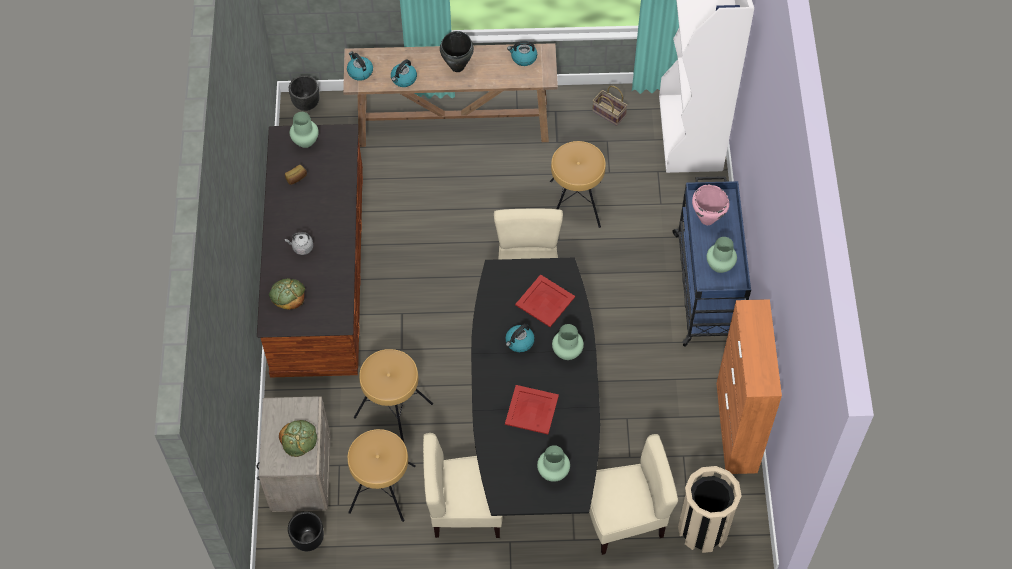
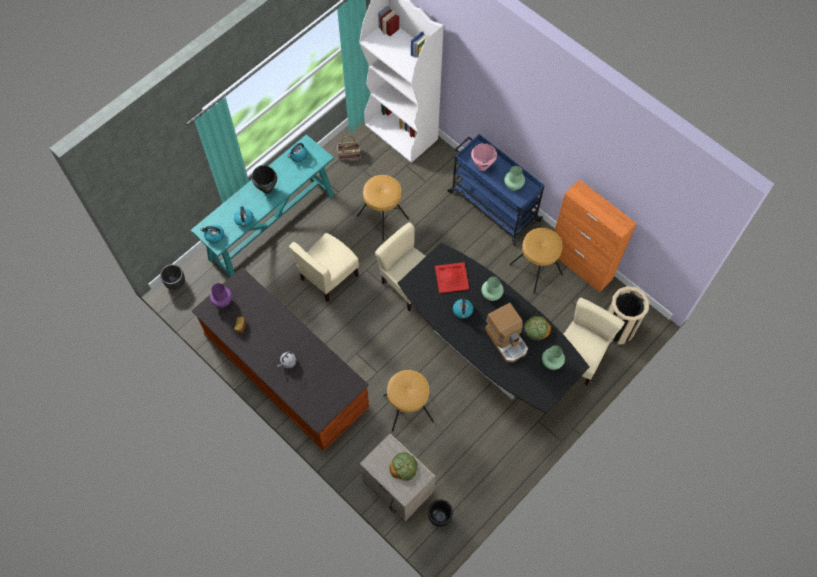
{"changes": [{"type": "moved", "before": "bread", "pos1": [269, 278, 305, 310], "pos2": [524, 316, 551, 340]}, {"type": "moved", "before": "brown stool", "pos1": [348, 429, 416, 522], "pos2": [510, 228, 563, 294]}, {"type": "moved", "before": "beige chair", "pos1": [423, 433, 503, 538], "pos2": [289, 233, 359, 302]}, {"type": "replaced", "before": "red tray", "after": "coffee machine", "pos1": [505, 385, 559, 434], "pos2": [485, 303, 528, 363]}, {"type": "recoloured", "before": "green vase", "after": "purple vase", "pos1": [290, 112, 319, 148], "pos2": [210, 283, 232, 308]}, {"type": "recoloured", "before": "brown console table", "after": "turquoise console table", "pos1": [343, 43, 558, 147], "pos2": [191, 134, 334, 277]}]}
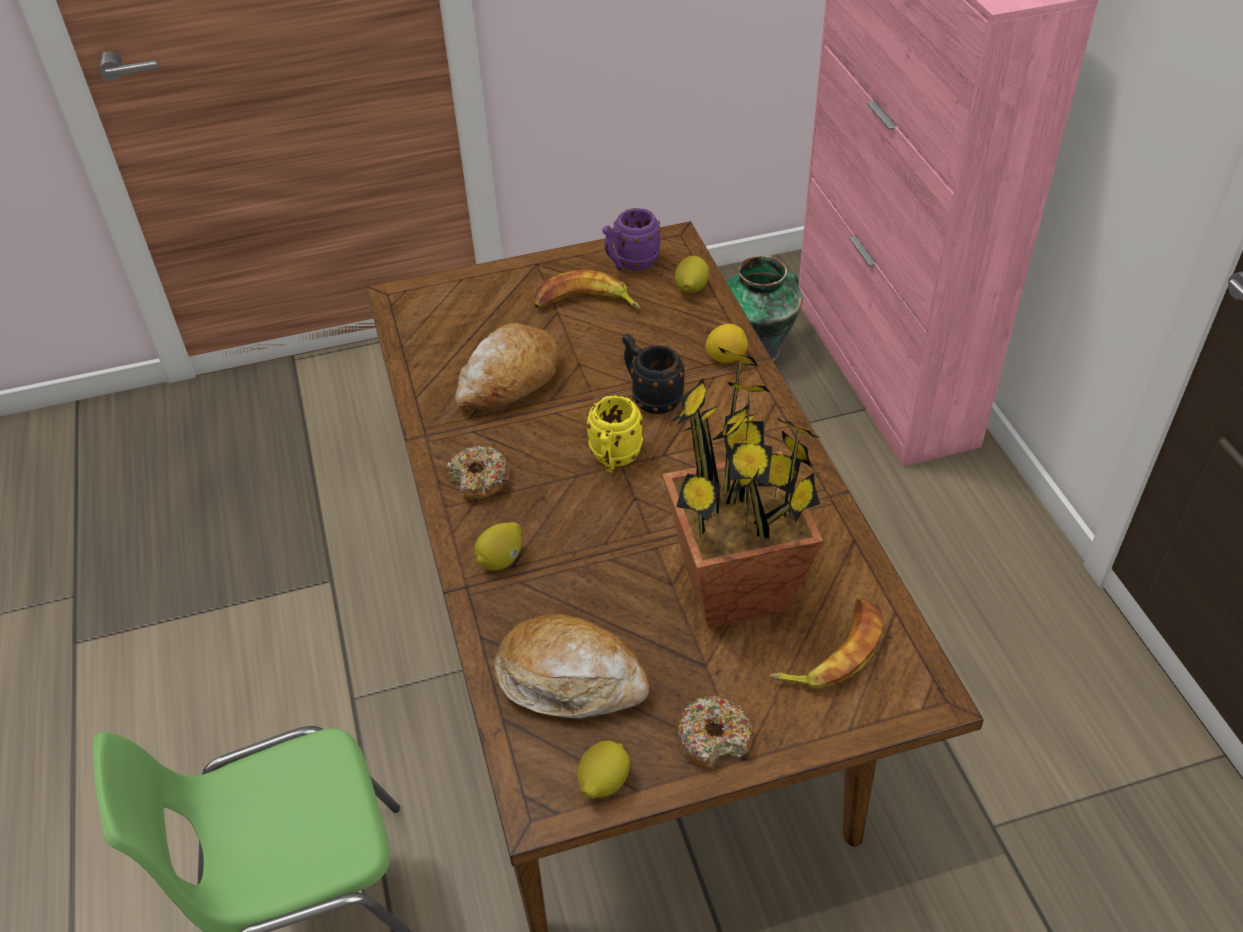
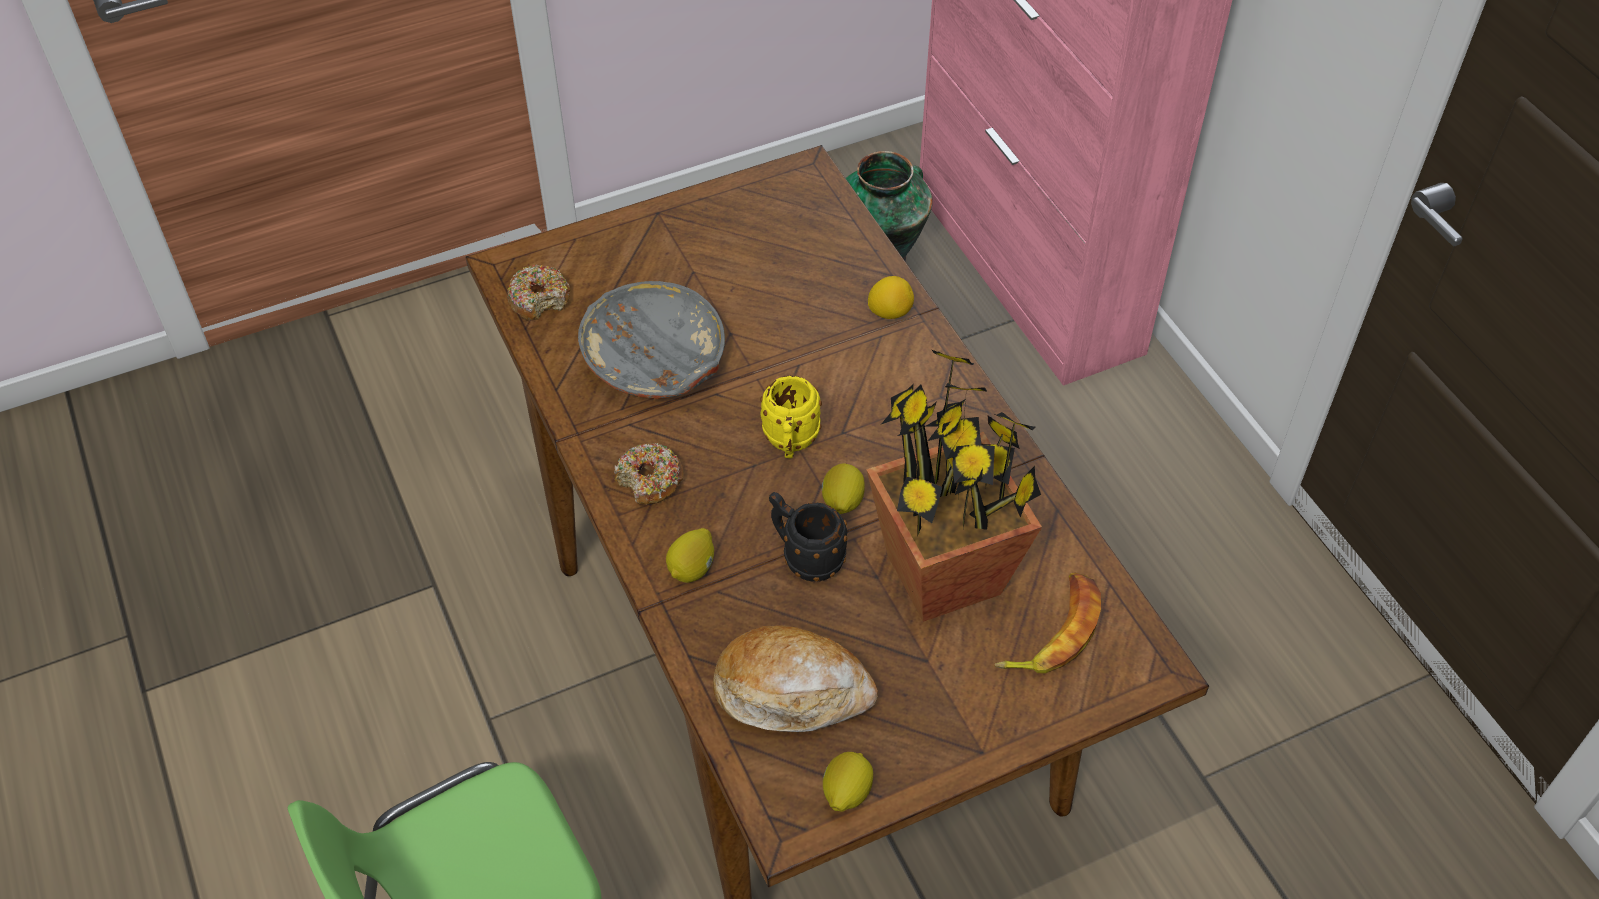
{"changes": [{"type": "removed", "before": "banana", "pos1": [534, 270, 640, 309]}, {"type": "removed", "before": "purple mug", "pos1": [602, 208, 660, 270]}, {"type": "moved", "before": "black mug", "pos1": [622, 334, 685, 414], "pos2": [769, 492, 847, 581]}, {"type": "moved", "before": "lemon", "pos1": [675, 256, 709, 293], "pos2": [822, 463, 865, 514]}, {"type": "moved", "before": "donut", "pos1": [675, 696, 753, 769], "pos2": [507, 264, 570, 321]}, {"type": "replaced", "before": "bread", "after": "grey bowl", "pos1": [455, 323, 559, 411], "pos2": [578, 281, 725, 399]}]}
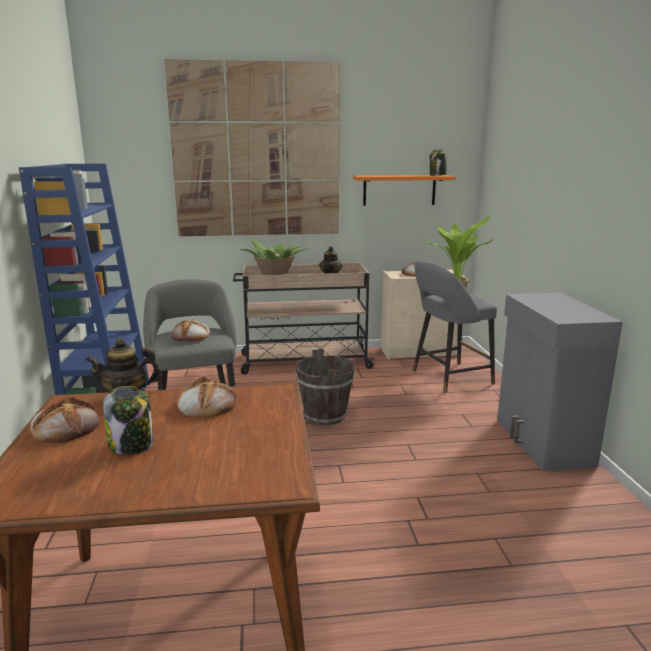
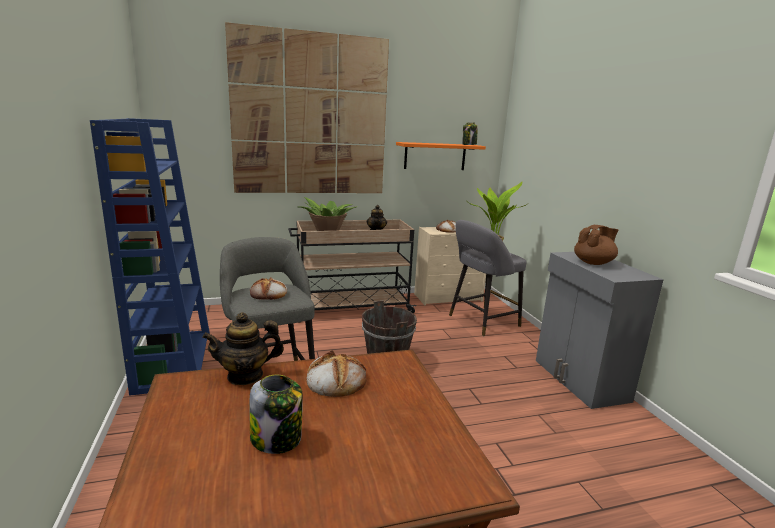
{"changes": [{"type": "removed", "before": "bread", "pos1": [30, 397, 99, 443]}, {"type": "added", "after": "brown teapot", "pos2": [574, 225, 618, 265]}]}
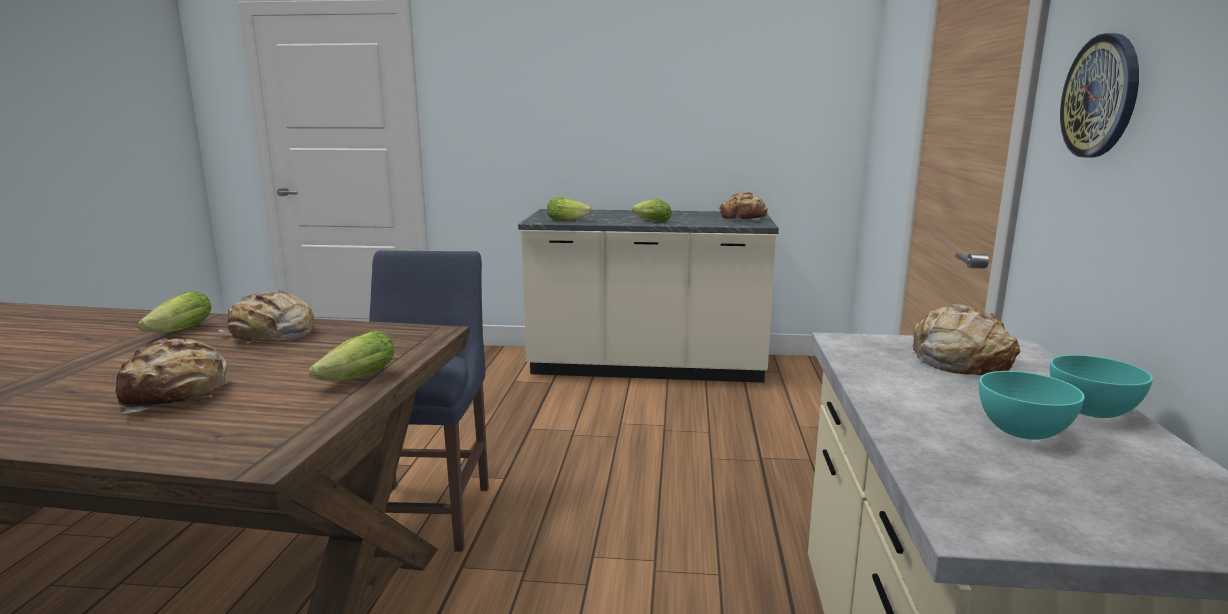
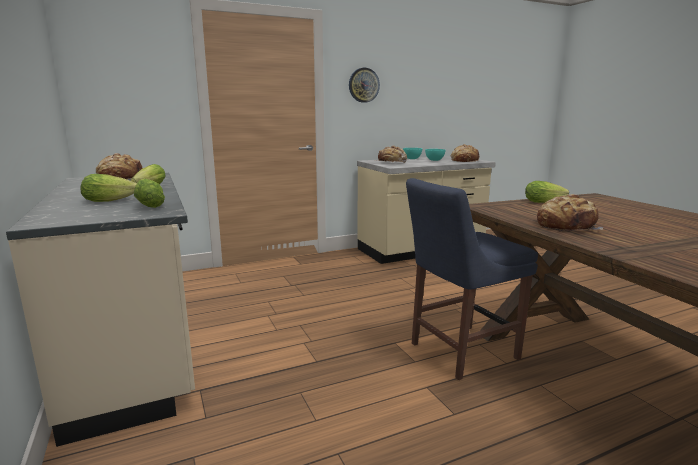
{"changes": [{"type": "moved", "before": "bread", "pos1": [116, 338, 228, 413], "pos2": [451, 144, 479, 162]}, {"type": "moved", "before": "lettuce", "pos1": [138, 291, 211, 333], "pos2": [80, 174, 137, 202]}]}
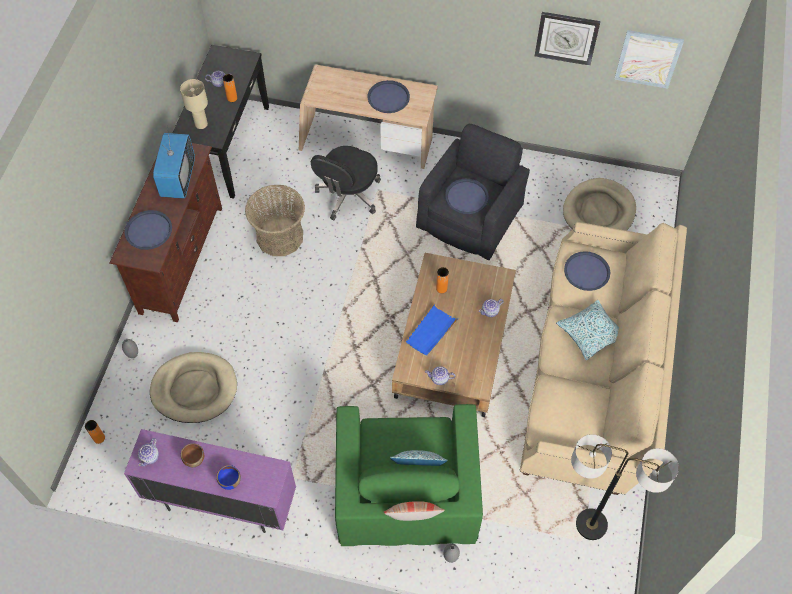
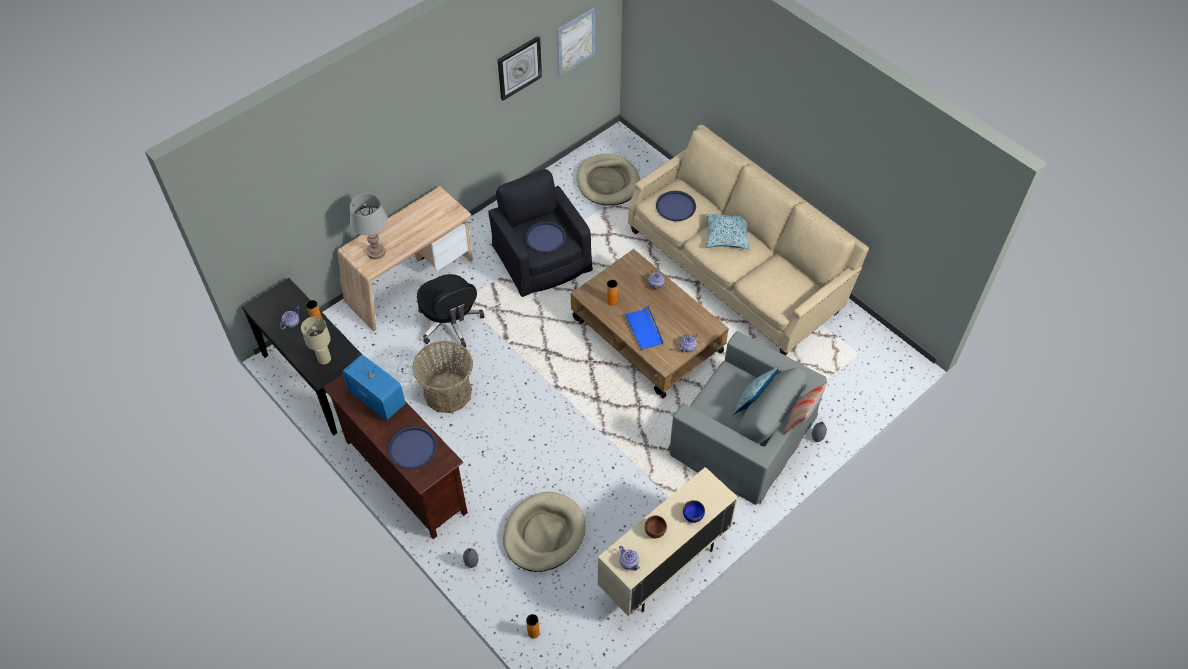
{"changes": [{"type": "removed", "before": "blue tray", "pos1": [368, 80, 410, 113]}, {"type": "removed", "before": "floor lamp", "pos1": [571, 434, 679, 540]}, {"type": "added", "after": "grey table lamp", "pos2": [350, 194, 388, 260]}, {"type": "recoloured", "before": "purple cabinet", "after": "beige cabinet", "pos1": [124, 429, 296, 533], "pos2": [598, 467, 738, 617]}, {"type": "recoloured", "before": "green armchair", "after": "grey armchair", "pos1": [335, 404, 483, 546], "pos2": [668, 331, 827, 505]}]}
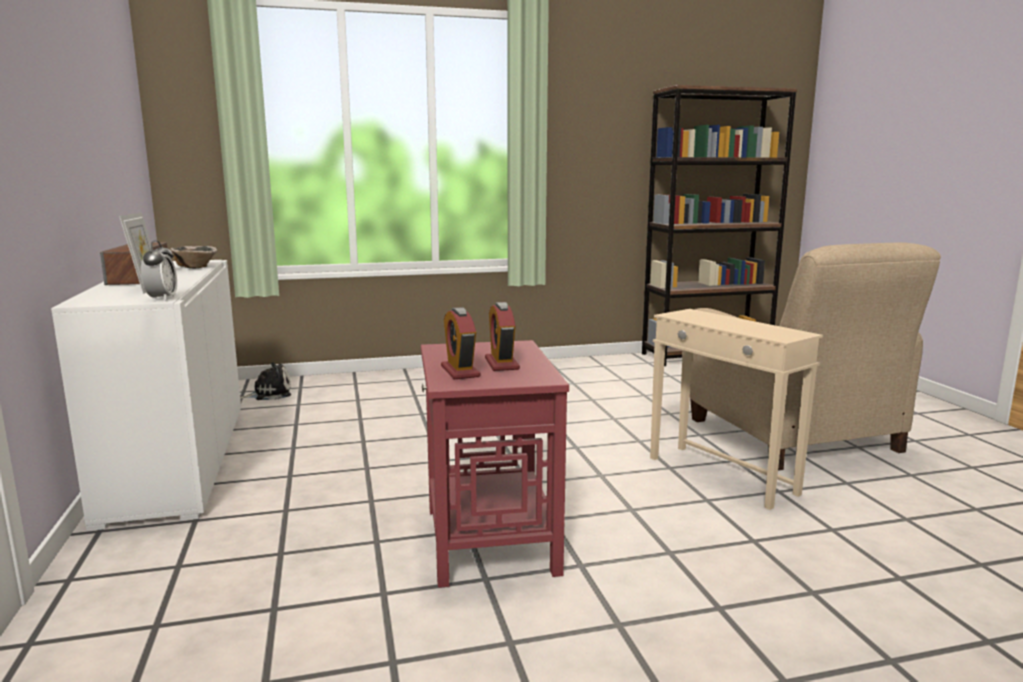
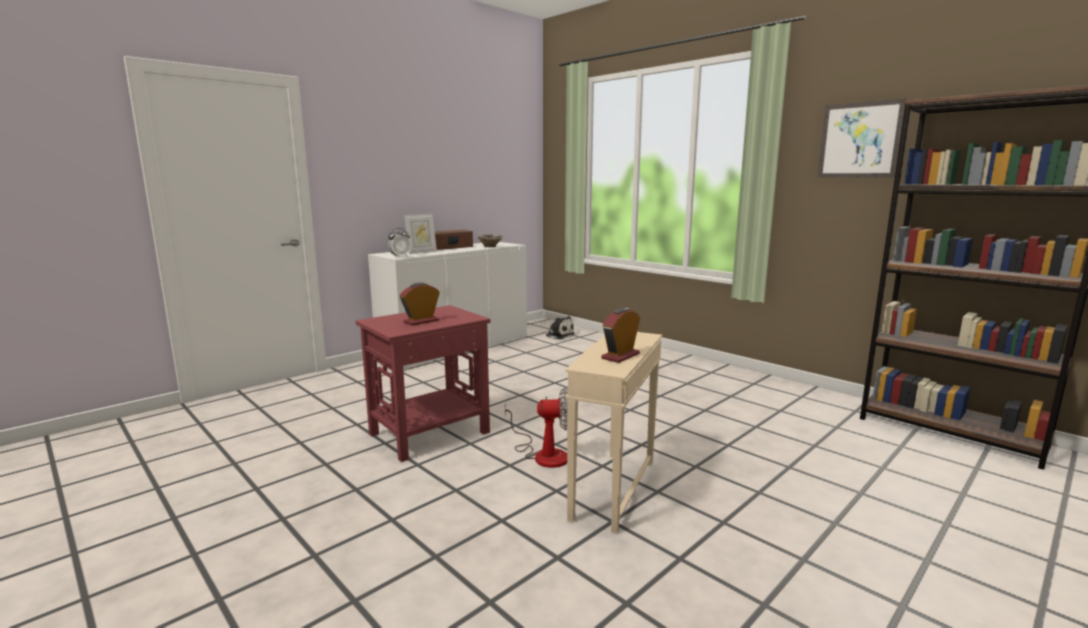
{"changes": [{"type": "removed", "before": "beige armchair", "pos1": [690, 242, 941, 470]}, {"type": "added", "after": "fan", "pos2": [505, 387, 568, 468]}, {"type": "added", "after": "picture", "pos2": [817, 98, 907, 177]}, {"type": "moved", "before": "alarm clock", "pos1": [441, 307, 481, 379], "pos2": [601, 307, 640, 363]}]}
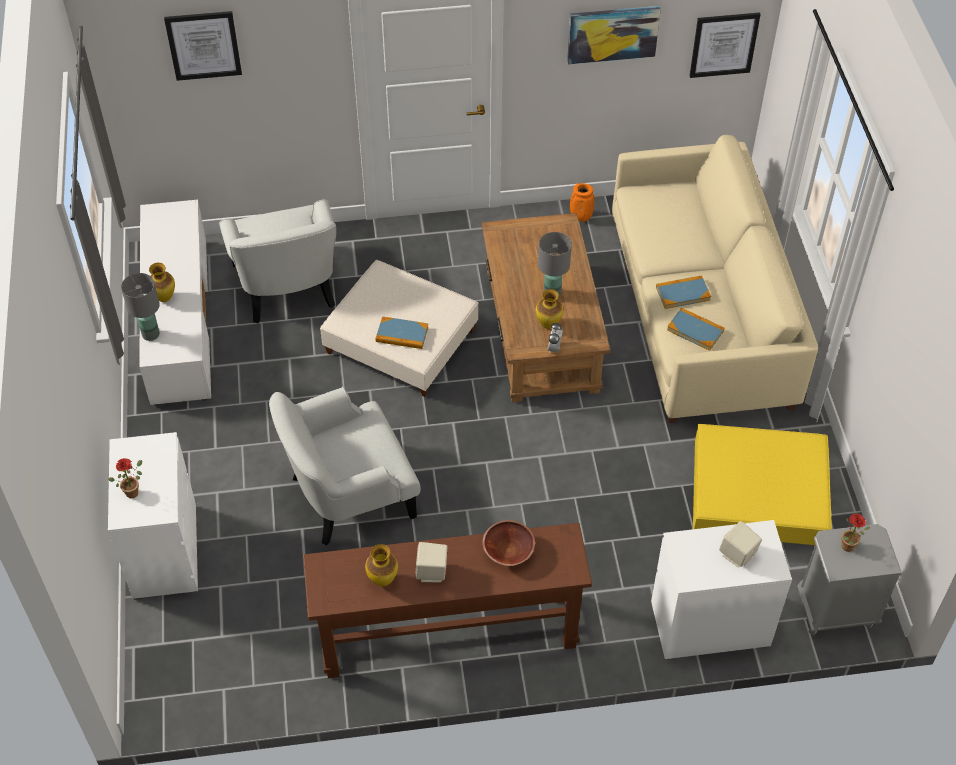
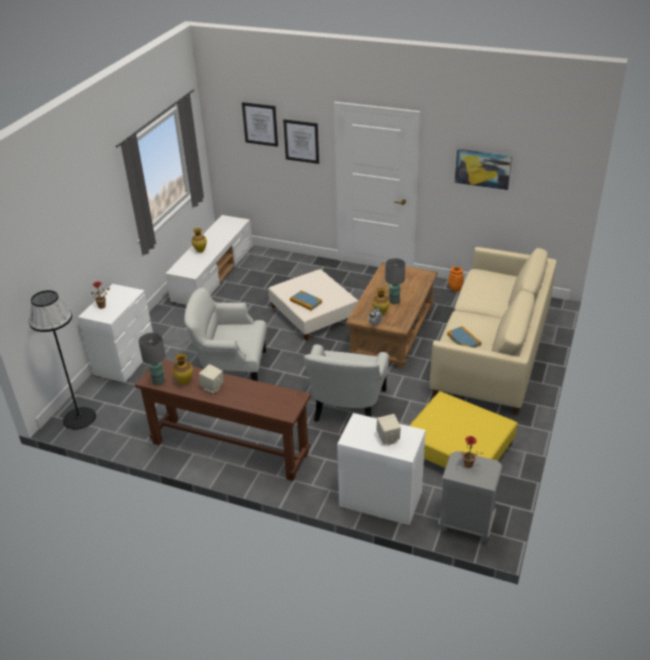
{"changes": [{"type": "removed", "before": "brown bowl", "pos1": [482, 520, 535, 566]}, {"type": "removed", "before": "book", "pos1": [656, 275, 711, 309]}, {"type": "added", "after": "black floor lamp", "pos2": [29, 290, 96, 430]}, {"type": "moved", "before": "grey table lamp", "pos1": [121, 273, 160, 341], "pos2": [138, 332, 166, 385]}, {"type": "moved", "before": "white armchair", "pos1": [219, 200, 336, 323], "pos2": [304, 344, 389, 422]}, {"type": "moved", "before": "picture", "pos1": [690, 13, 761, 78], "pos2": [283, 119, 319, 164]}]}
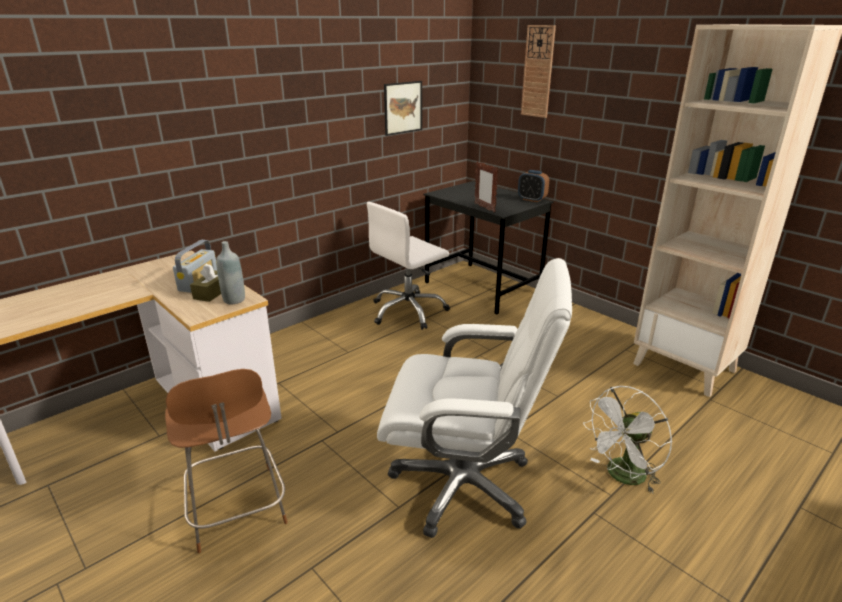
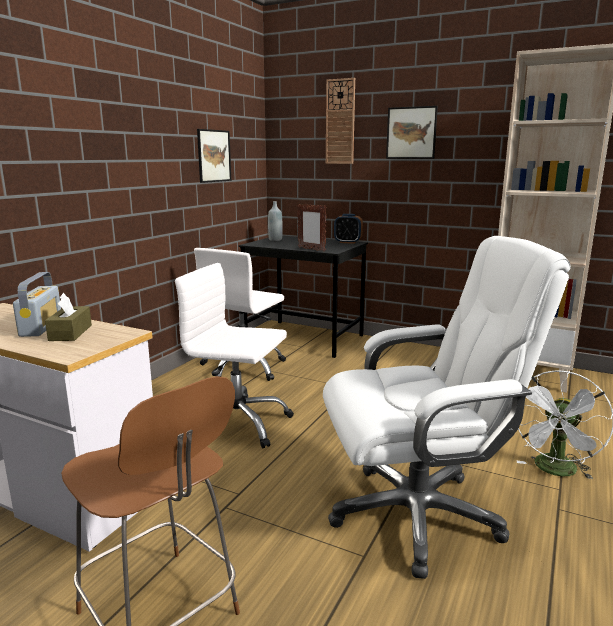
{"changes": [{"type": "added", "after": "white office chair", "pos2": [175, 263, 294, 448]}, {"type": "added", "after": "picture", "pos2": [386, 106, 438, 159]}, {"type": "moved", "before": "grey bottle", "pos1": [216, 241, 245, 304], "pos2": [268, 201, 283, 241]}]}
